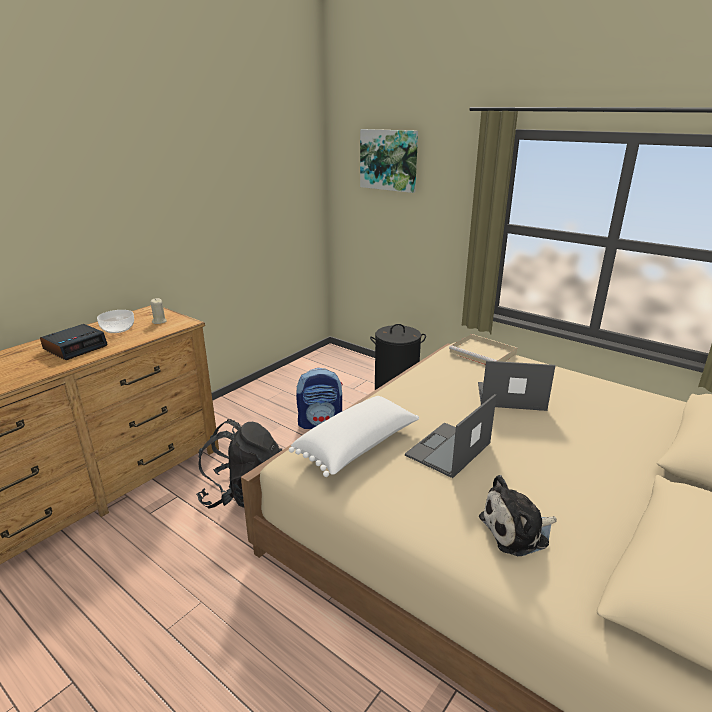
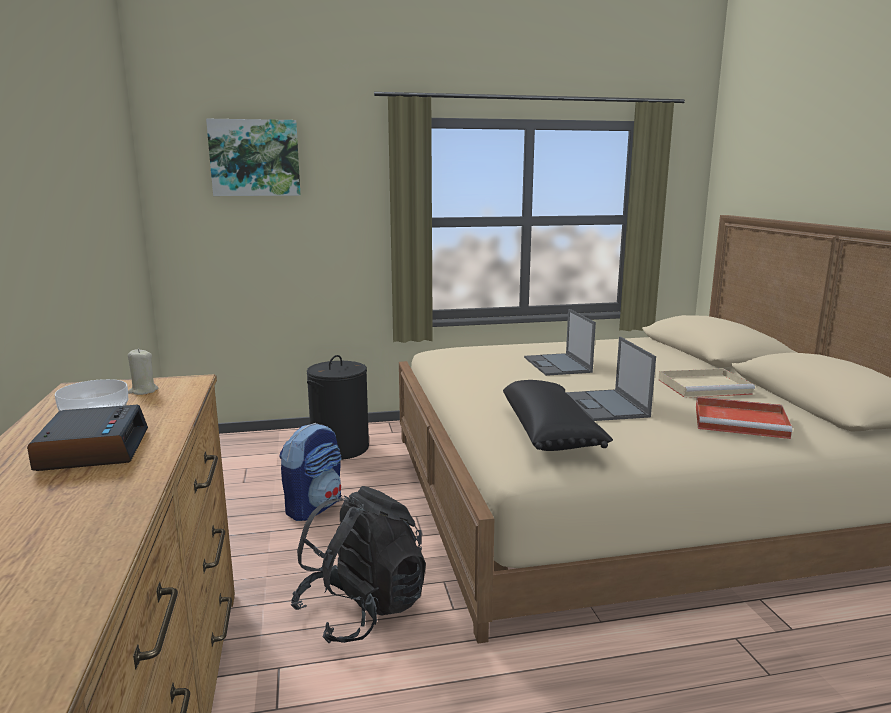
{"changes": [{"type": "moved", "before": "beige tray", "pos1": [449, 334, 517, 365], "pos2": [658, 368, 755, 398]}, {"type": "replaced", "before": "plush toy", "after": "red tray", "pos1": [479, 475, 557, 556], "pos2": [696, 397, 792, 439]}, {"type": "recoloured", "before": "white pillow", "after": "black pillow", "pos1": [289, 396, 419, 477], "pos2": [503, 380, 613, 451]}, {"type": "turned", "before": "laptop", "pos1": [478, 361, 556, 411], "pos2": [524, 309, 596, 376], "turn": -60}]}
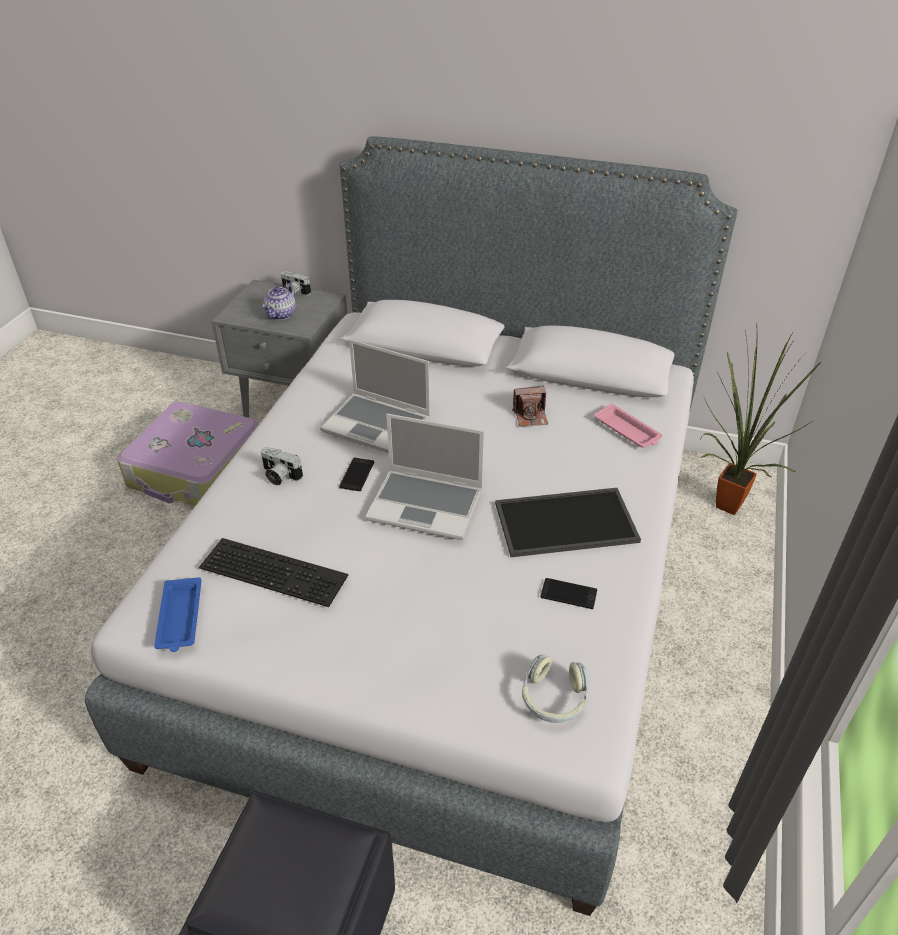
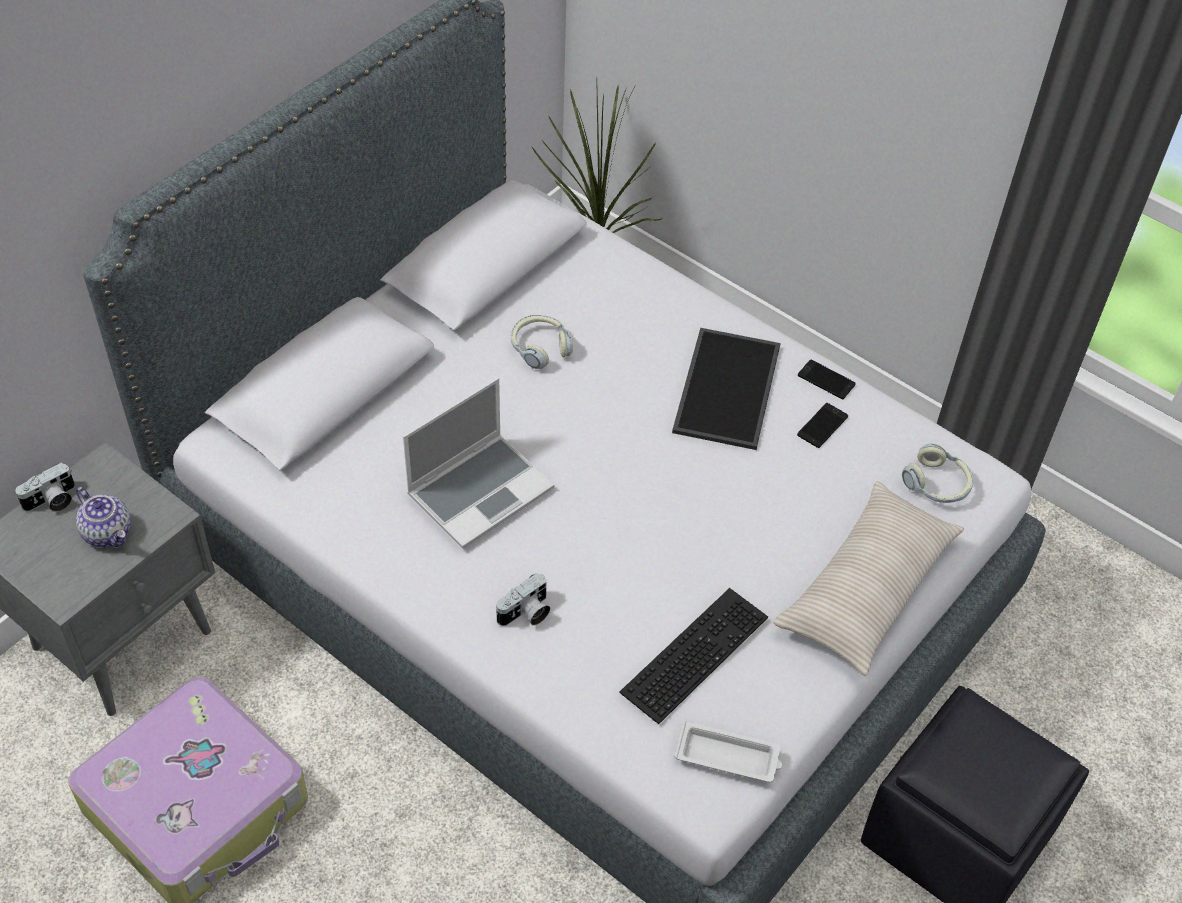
{"changes": [{"type": "removed", "before": "laptop", "pos1": [365, 414, 484, 540]}, {"type": "removed", "before": "pink tray", "pos1": [594, 404, 663, 448]}, {"type": "added", "after": "beige pillow", "pos2": [773, 481, 964, 676]}, {"type": "moved", "before": "phone", "pos1": [339, 458, 374, 491], "pos2": [798, 360, 856, 399]}, {"type": "replaced", "before": "photo camera", "after": "headphones", "pos1": [512, 385, 548, 427], "pos2": [511, 315, 573, 369]}, {"type": "recoloured", "before": "blue tray", "after": "white tray", "pos1": [154, 577, 201, 652], "pos2": [674, 721, 782, 782]}]}
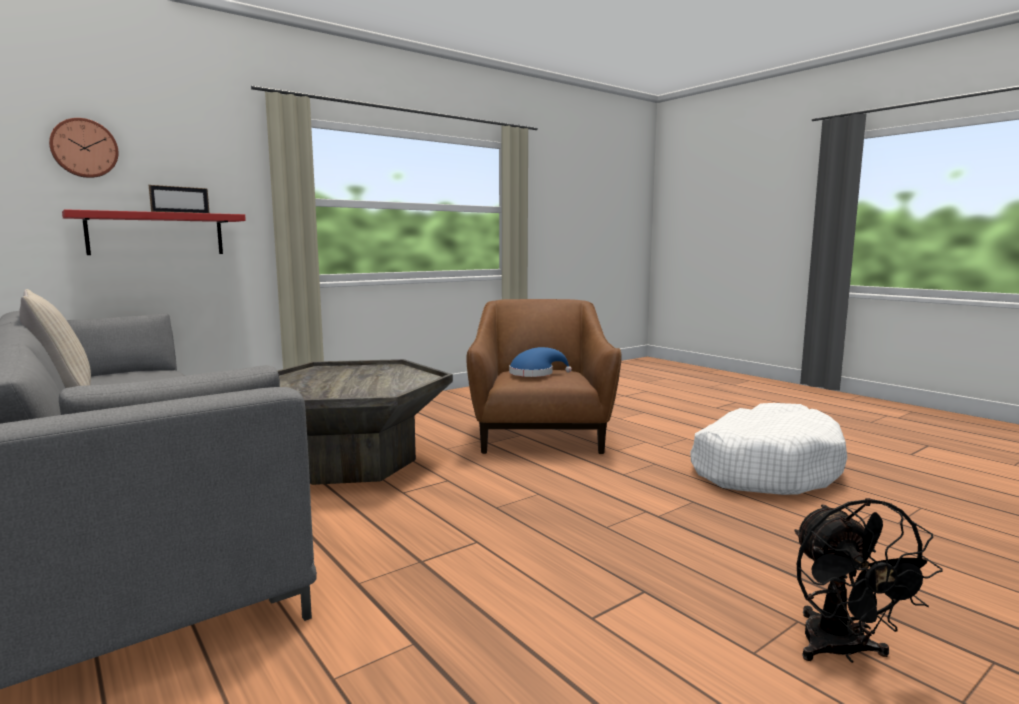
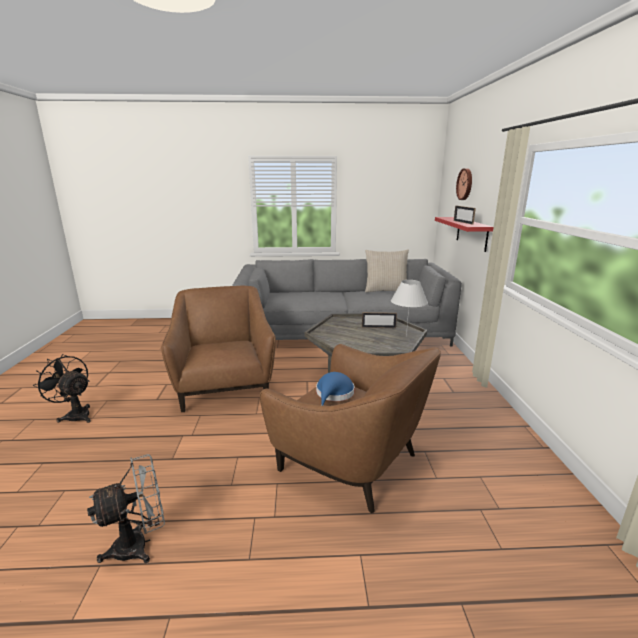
{"changes": [{"type": "added", "after": "brown armchair", "pos2": [161, 286, 276, 412]}, {"type": "added", "after": "picture frame", "pos2": [362, 312, 397, 328]}, {"type": "added", "after": "white table lamp", "pos2": [391, 280, 428, 337]}, {"type": "replaced", "before": "white dog bed", "after": "grey fan", "pos1": [690, 403, 847, 495], "pos2": [87, 454, 165, 563]}]}
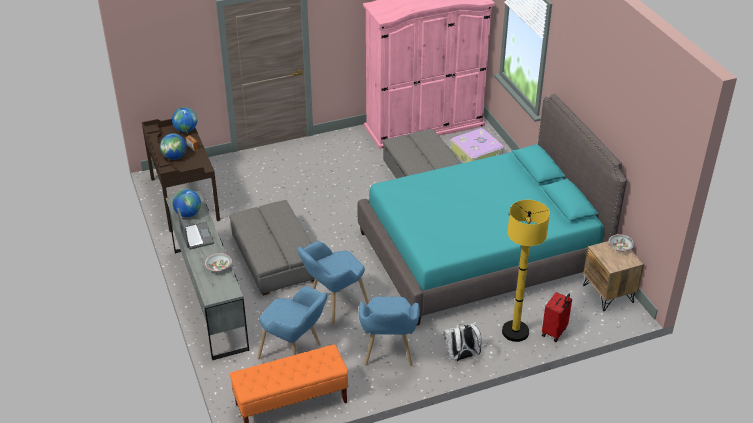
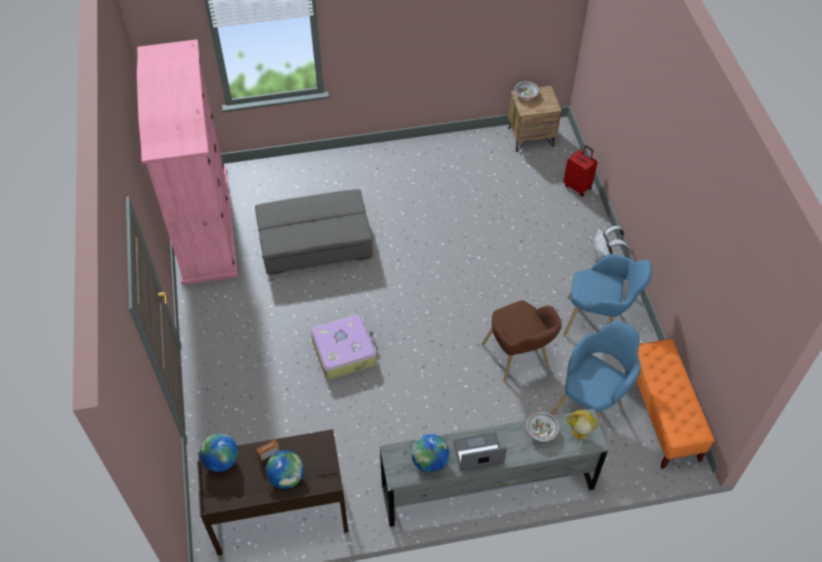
{"changes": [{"type": "removed", "before": "grey ottoman", "pos1": [229, 200, 315, 296]}, {"type": "removed", "before": "turquoise bed", "pos1": [357, 94, 627, 325]}, {"type": "removed", "before": "yellow floor lamp", "pos1": [502, 200, 550, 342]}, {"type": "added", "after": "globe", "pos2": [567, 410, 598, 439]}, {"type": "moved", "before": "suitcase", "pos1": [450, 128, 504, 163], "pos2": [311, 315, 377, 379]}, {"type": "recoloured", "before": "blue armchair", "after": "brown armchair", "pos1": [297, 241, 369, 324], "pos2": [481, 300, 562, 382]}]}
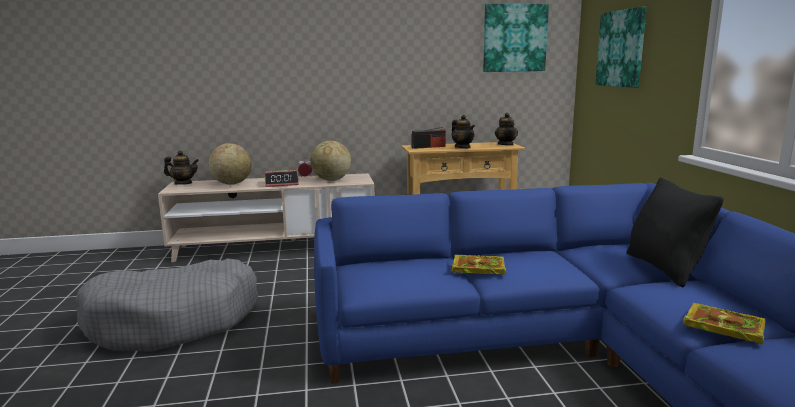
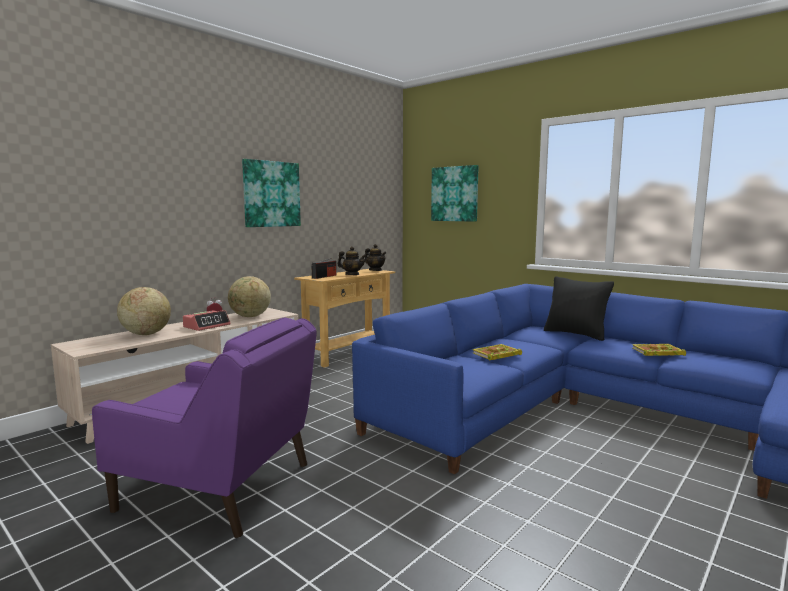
{"changes": [{"type": "removed", "before": "teapot", "pos1": [164, 150, 199, 185]}, {"type": "moved", "before": "picture", "pos1": [483, 4, 549, 72], "pos2": [242, 159, 301, 227]}, {"type": "replaced", "before": "grey dog bed", "after": "purple armchair", "pos1": [76, 258, 258, 352], "pos2": [92, 317, 317, 538]}]}
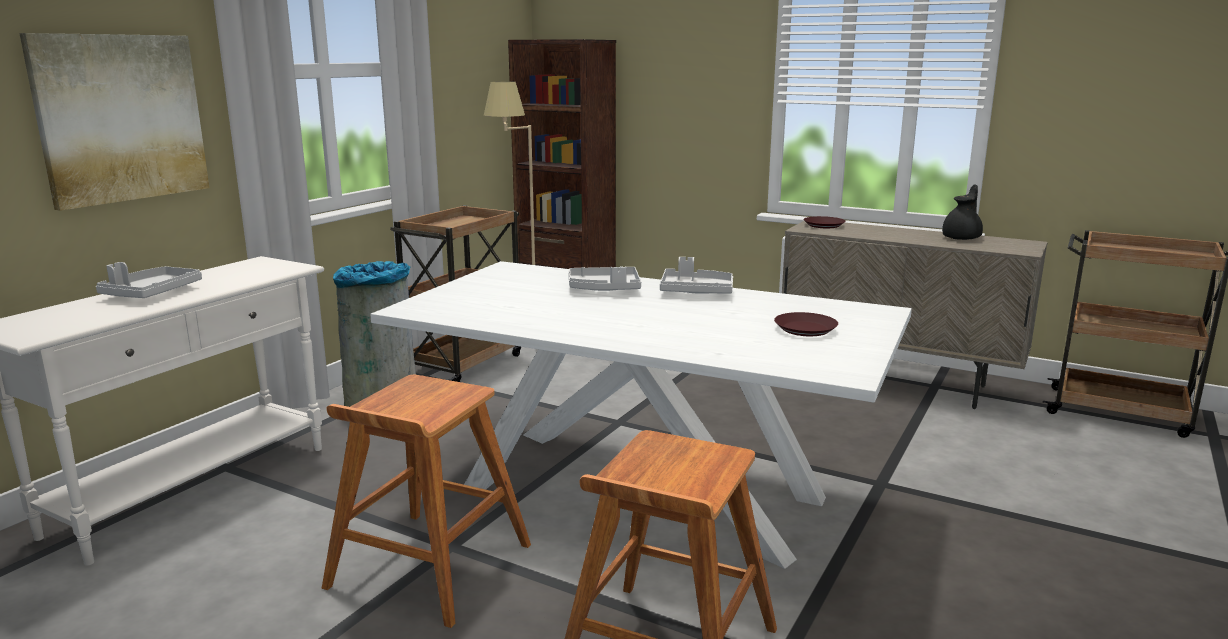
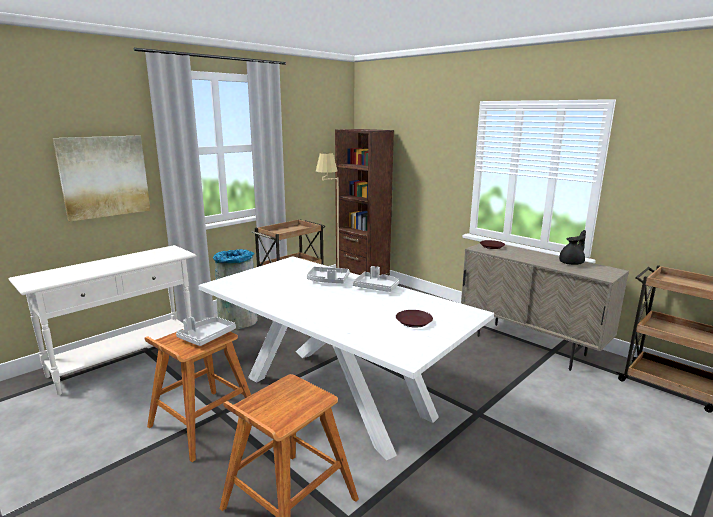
{"changes": [{"type": "moved", "before": "grey tray", "pos1": [96, 262, 202, 298], "pos2": [176, 317, 236, 346]}]}
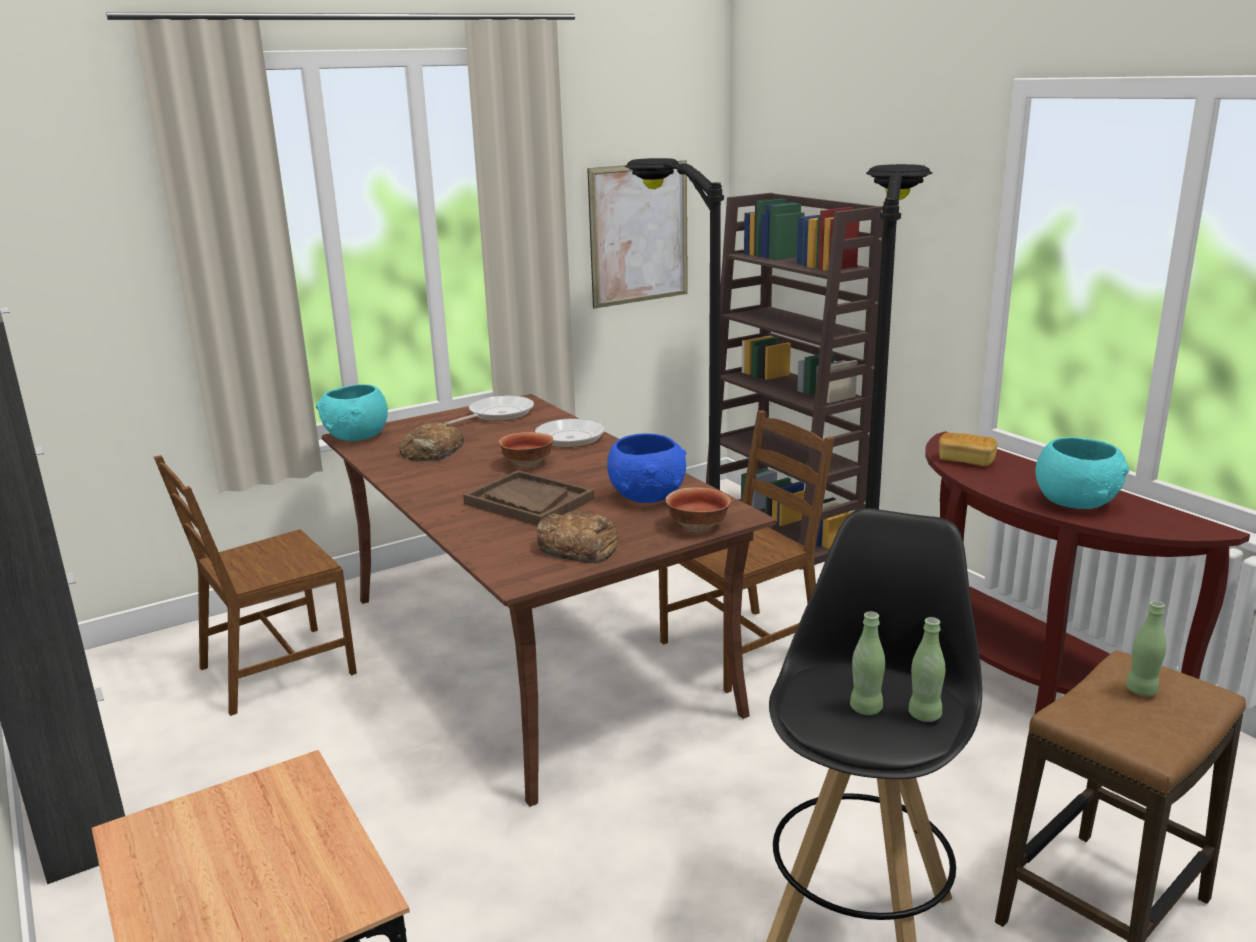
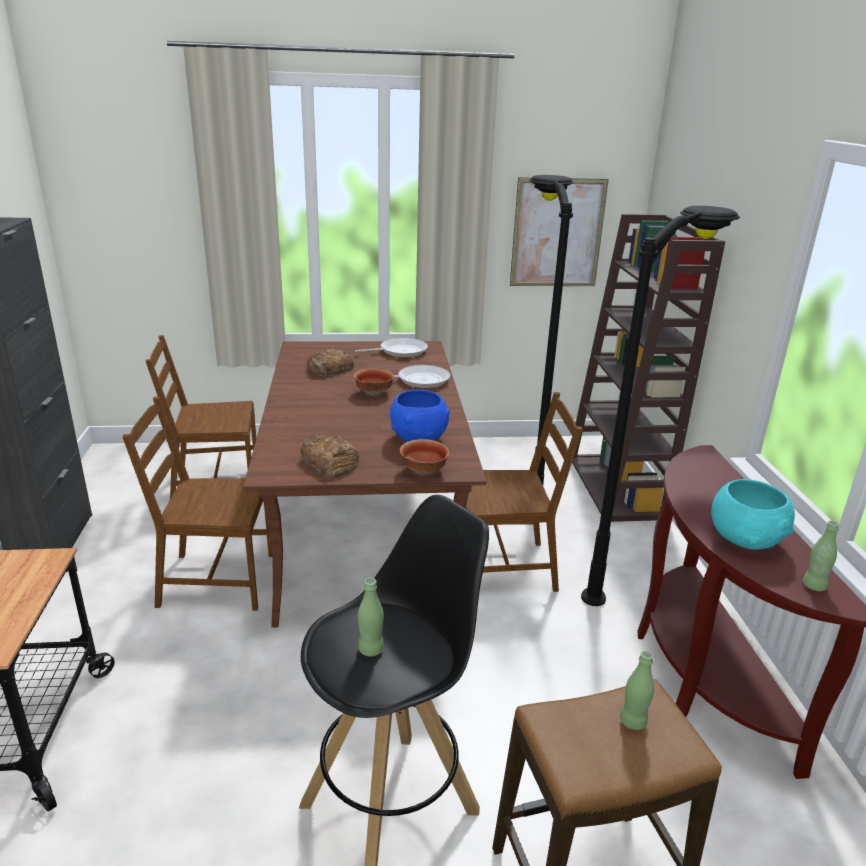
{"changes": [{"type": "removed", "before": "turquoise bowl", "pos1": [316, 384, 388, 441]}, {"type": "removed", "before": "brown tray", "pos1": [463, 470, 594, 526]}, {"type": "removed", "before": "bread", "pos1": [939, 432, 998, 466]}, {"type": "added", "after": "brown chair", "pos2": [122, 397, 272, 611]}, {"type": "moved", "before": "green bottle", "pos1": [908, 617, 945, 722], "pos2": [803, 520, 840, 591]}]}
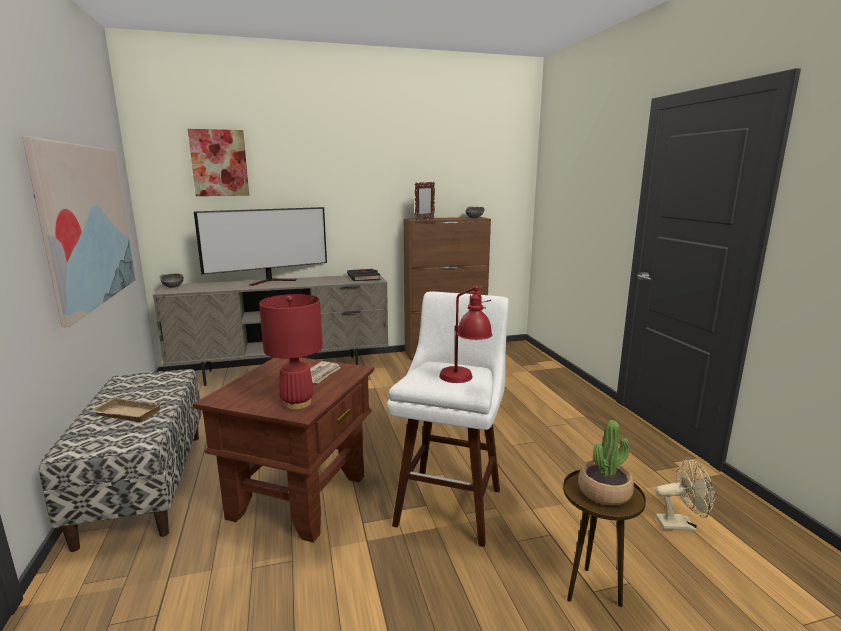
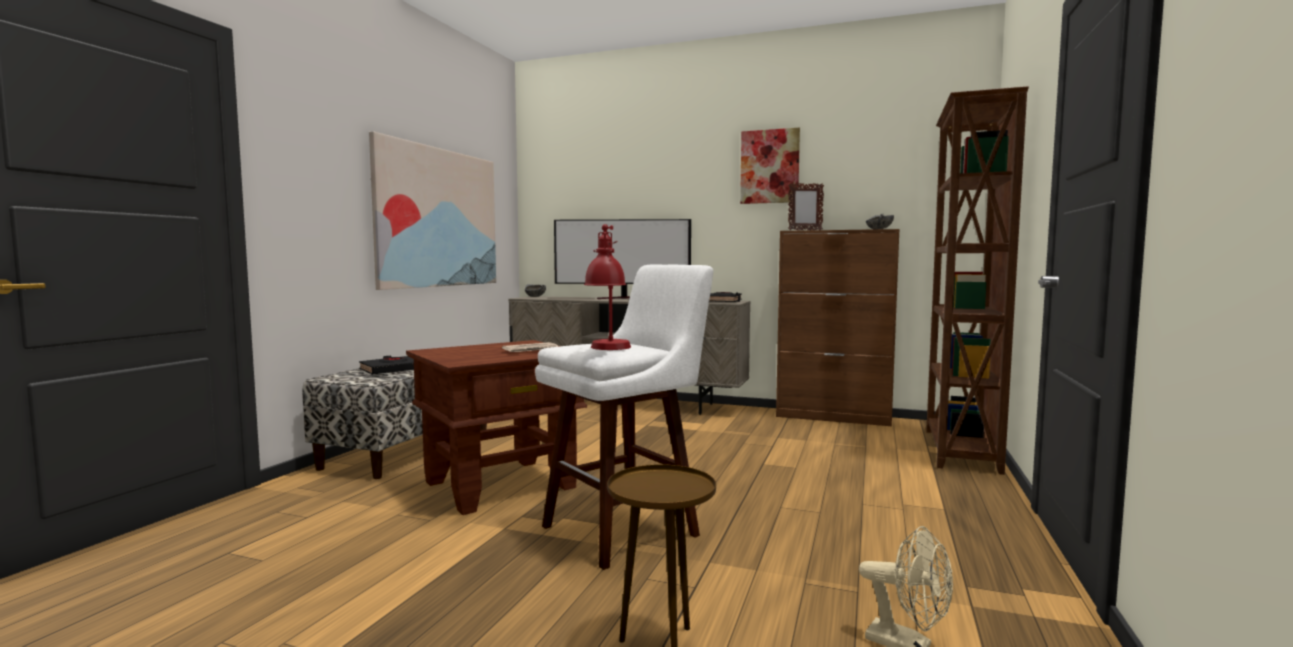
{"changes": [{"type": "removed", "before": "red table lamp", "pos1": [259, 294, 323, 410]}, {"type": "removed", "before": "potted plant", "pos1": [578, 420, 634, 505]}, {"type": "added", "after": "brown bookcase", "pos2": [926, 86, 1029, 475]}, {"type": "moved", "before": "picture", "pos1": [188, 129, 249, 196], "pos2": [740, 128, 800, 204]}, {"type": "replaced", "before": "beige tray", "after": "black book", "pos1": [90, 397, 162, 422], "pos2": [359, 356, 414, 374]}]}
